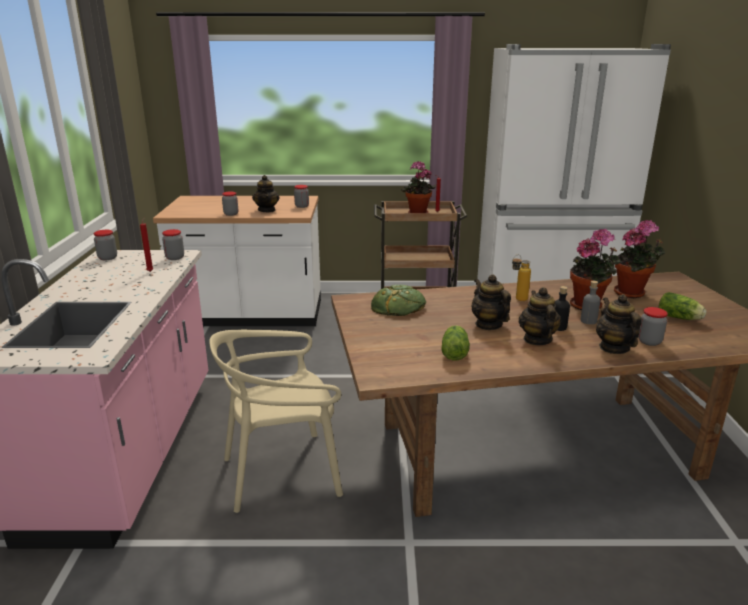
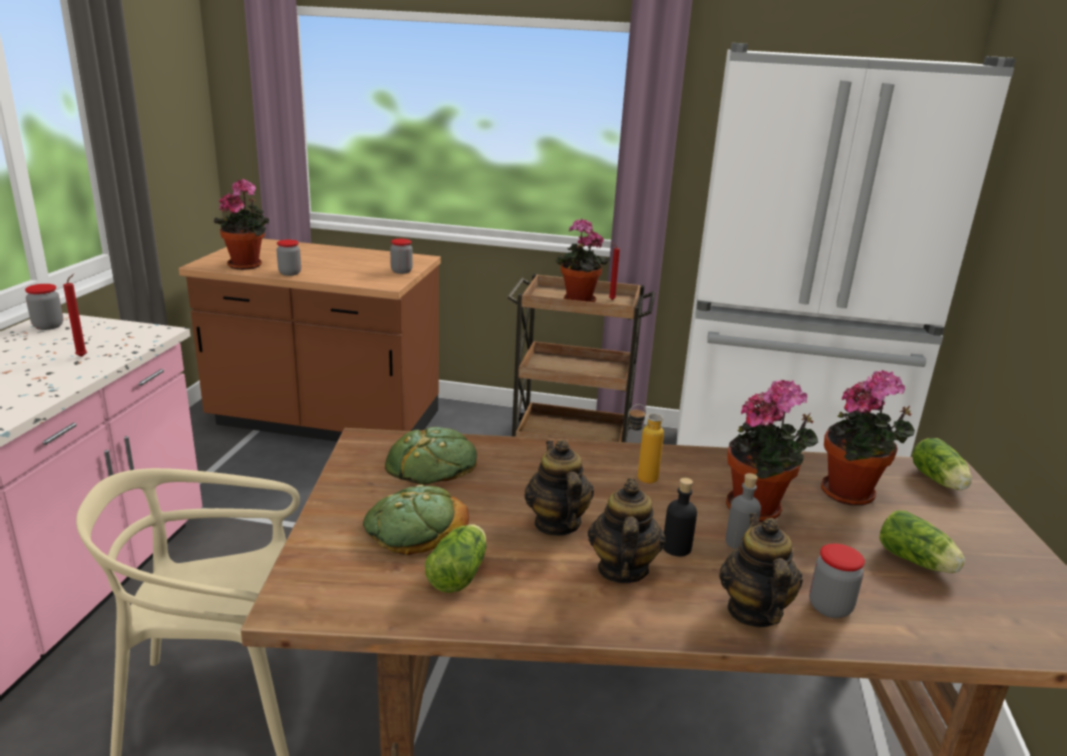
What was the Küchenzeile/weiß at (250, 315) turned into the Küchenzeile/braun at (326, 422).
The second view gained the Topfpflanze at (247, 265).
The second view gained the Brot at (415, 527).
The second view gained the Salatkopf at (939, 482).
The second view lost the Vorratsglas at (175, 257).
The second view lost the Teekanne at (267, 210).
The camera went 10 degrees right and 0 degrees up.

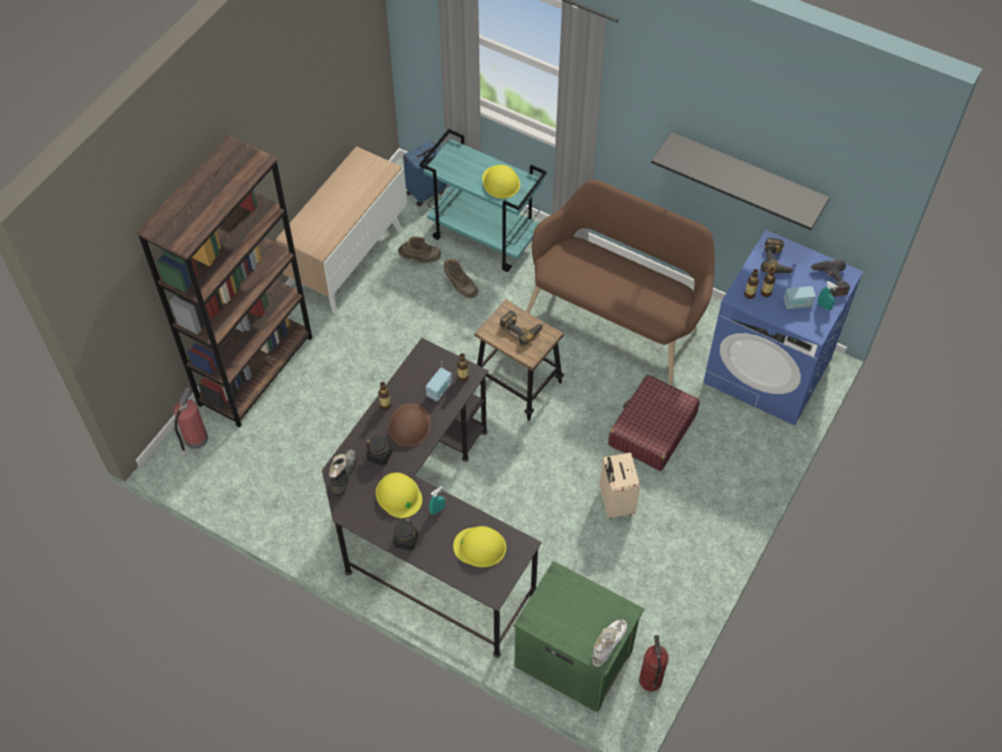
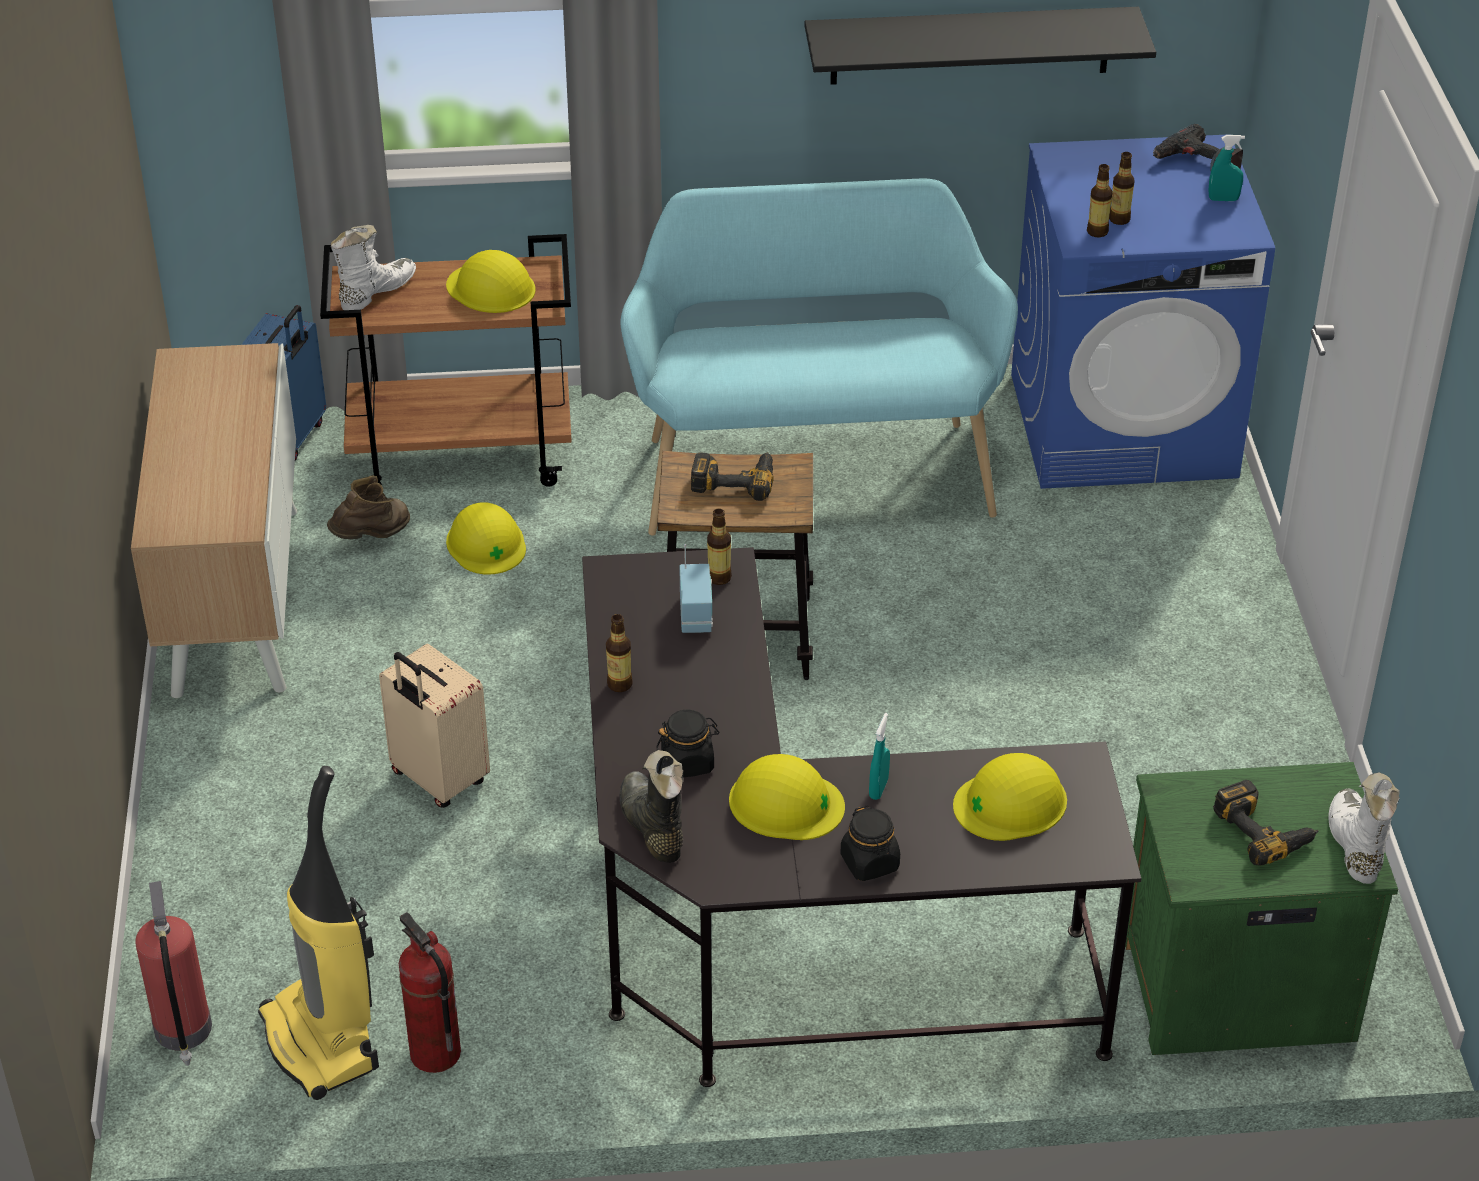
The second view gained the Staubsauger at (323, 1042).
What was the Rollwagen/türkis at (485, 237) turned into the Rollwagen/braun at (463, 453).
The second view gained the Stiefel/weiß at (375, 292).
The Koffer/beige ended up elsewhere, having gone from (615, 502) to (437, 779).
The Feuerlöscher ended up elsewhere, having gone from (650, 680) to (434, 1053).
Where the Stiefel/braun stood at (459, 286), the Schutzhelm/gelb came to stand at (486, 543).
What was the Bank/braun at (617, 320) turned into the Bank/türkis at (813, 468).
The Bohrmaschine ended up elsewhere, having gone from (777, 261) to (1264, 830).
The second view lost the Bücherregal/braun at (256, 370).
The second view lost the Schutzhelm/braun at (409, 425).
The second view lost the Koffer/rot at (652, 430).
The second view lost the Radio at (797, 304).
The camera went 35 degrees left and 15 degrees down.

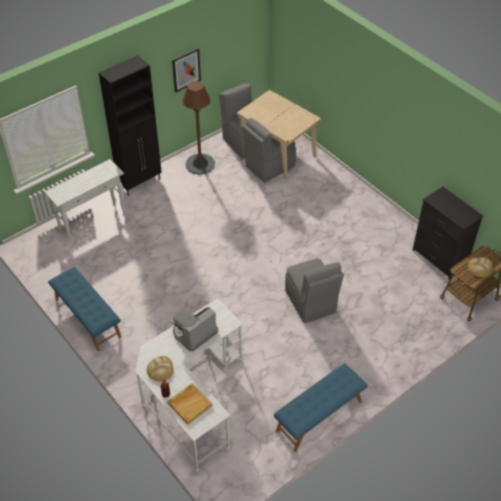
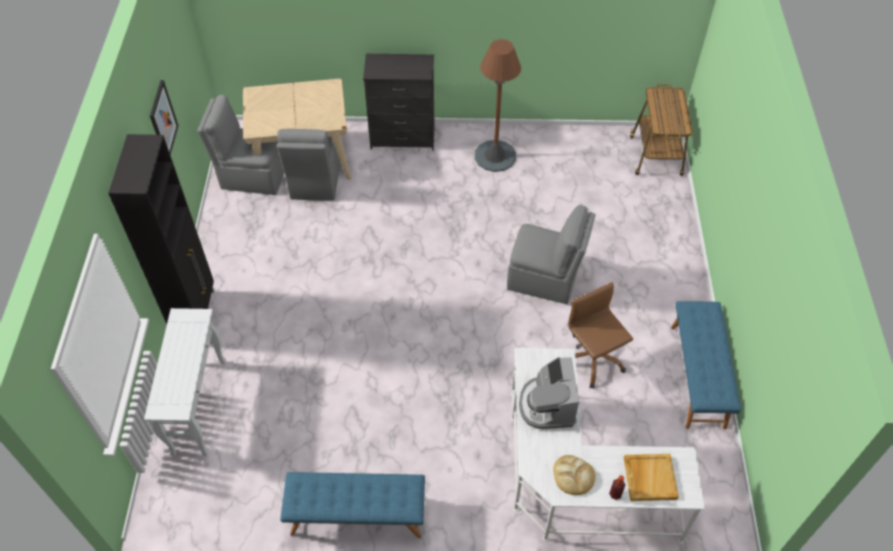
The Kommode/schwarz ended up elsewhere, having gone from (439, 259) to (403, 138).
The Stehlampe/braun ended up elsewhere, having gone from (200, 164) to (495, 156).
The second view gained the Bürostuhl/braun at (592, 359).
The second view lost the Brot at (480, 267).
The camera went 50 degrees left and 5 degrees up.

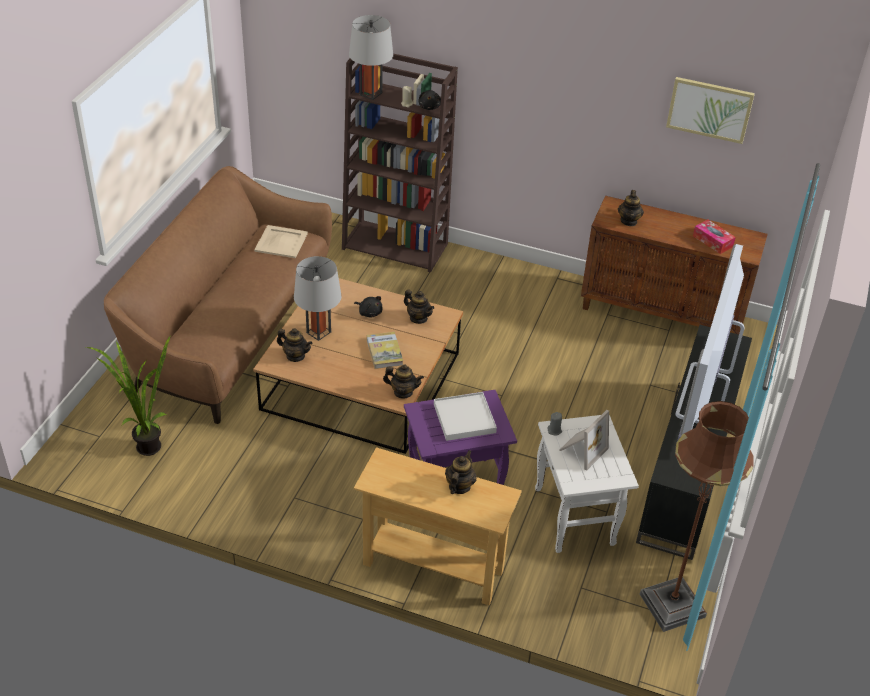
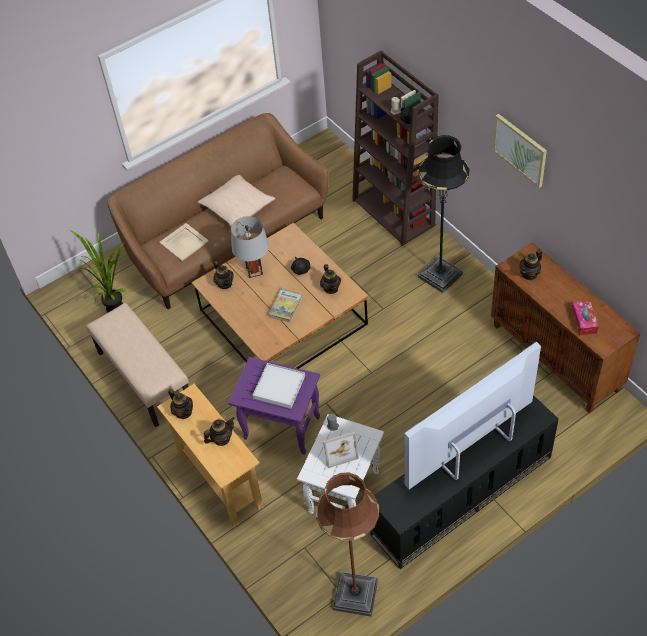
The second view gained the Bank/beige at (144, 378).
The Tablett/beige ended up elsewhere, having gone from (280, 242) to (183, 242).
The Teekanne ended up elsewhere, having gone from (403, 392) to (183, 412).
The second view gained the Kissen/beige at (237, 207).
The second view gained the Stehlampe/schwarz at (440, 275).
The Bild ended up elsewhere, having gone from (709, 109) to (520, 149).
The second view lost the Tischlampe/grau at (371, 94).
The camera went 40 degrees right and 10 degrees up.

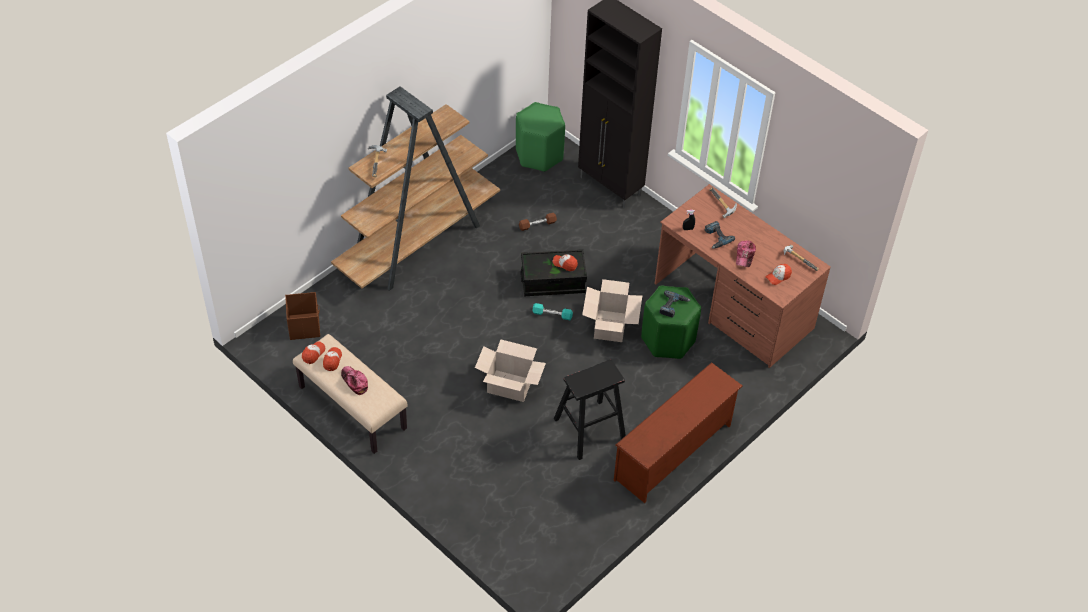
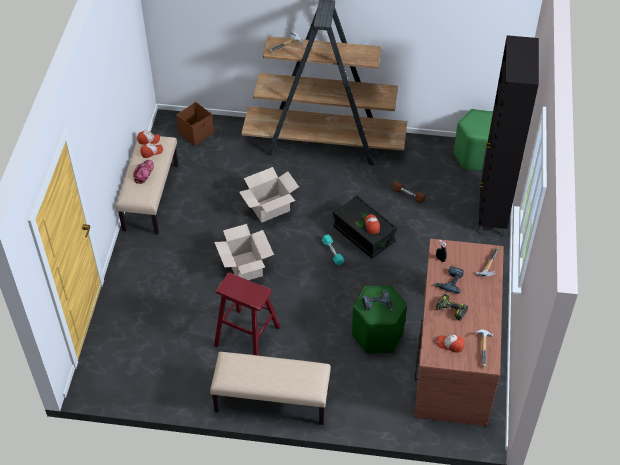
Where the Schuhregal/braun stood at (674, 453), the Bank/beige came to stand at (271, 401).
What was the Hocker/schwarz at (589, 429) turned into the Hocker/rot at (247, 336).
The Karton ended up elsewhere, having gone from (609, 326) to (270, 208).
Where the Kappe stood at (745, 255), the Bohrmaschine came to stand at (450, 310).
The camera went 55 degrees right and 0 degrees up.

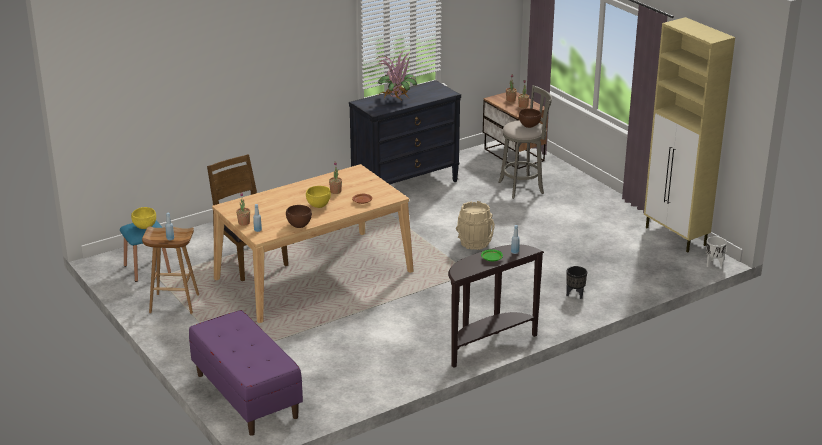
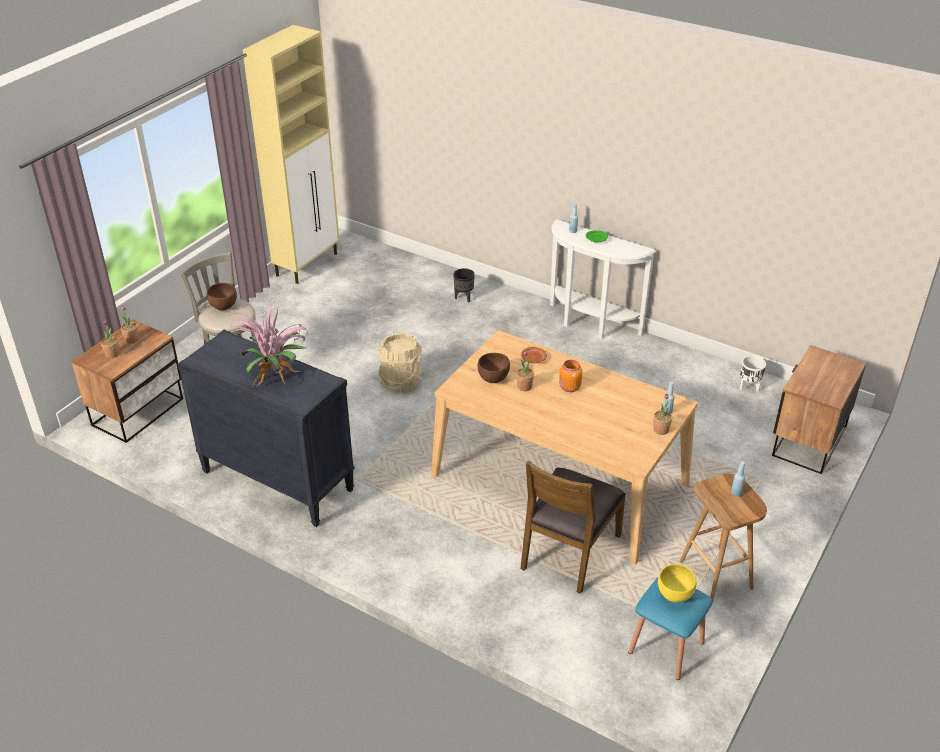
The Schüssel/braun ended up elsewhere, having gone from (299, 225) to (493, 378).
What was the Konsolentisch/braun at (487, 345) turned into the Konsolentisch/weiß at (590, 325).
Where the Schüssel/gelb stood at (318, 205), the Vorratsglas/orange came to stand at (569, 388).
The Pflanzkübel/weiß ended up elsewhere, having gone from (713, 264) to (748, 387).
Where the Bank/lila stood at (246, 396), the Nachttisch came to stand at (807, 441).
The camera went 115 degrees left and 10 degrees up.

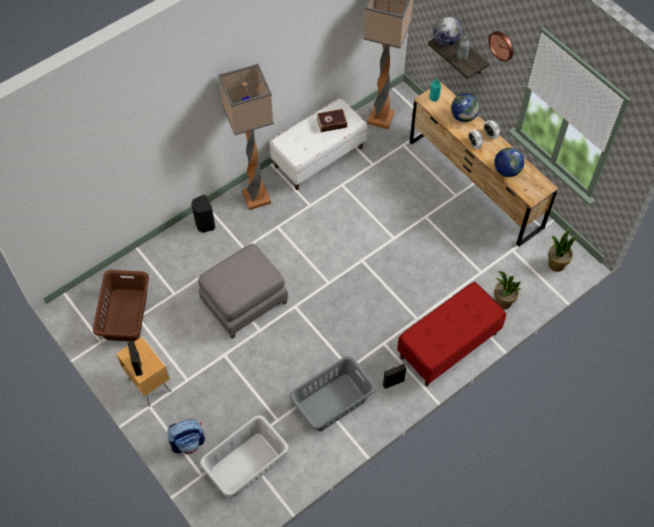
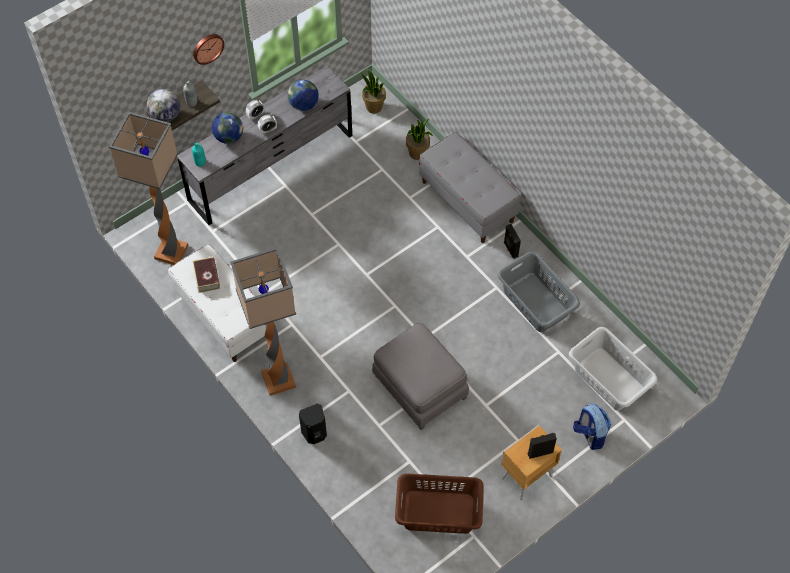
What was the Kommode/braun at (474, 184) turned into the Kommode/grau at (271, 168).
What was the Bank/rot at (448, 345) turned into the Bank/grau at (468, 201).
The camera went 90 degrees left and 0 degrees up.

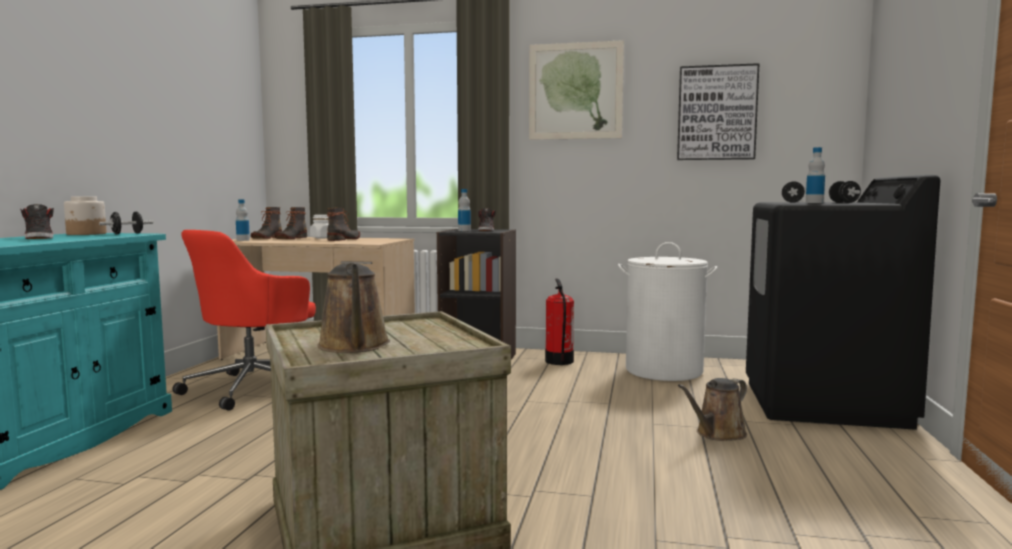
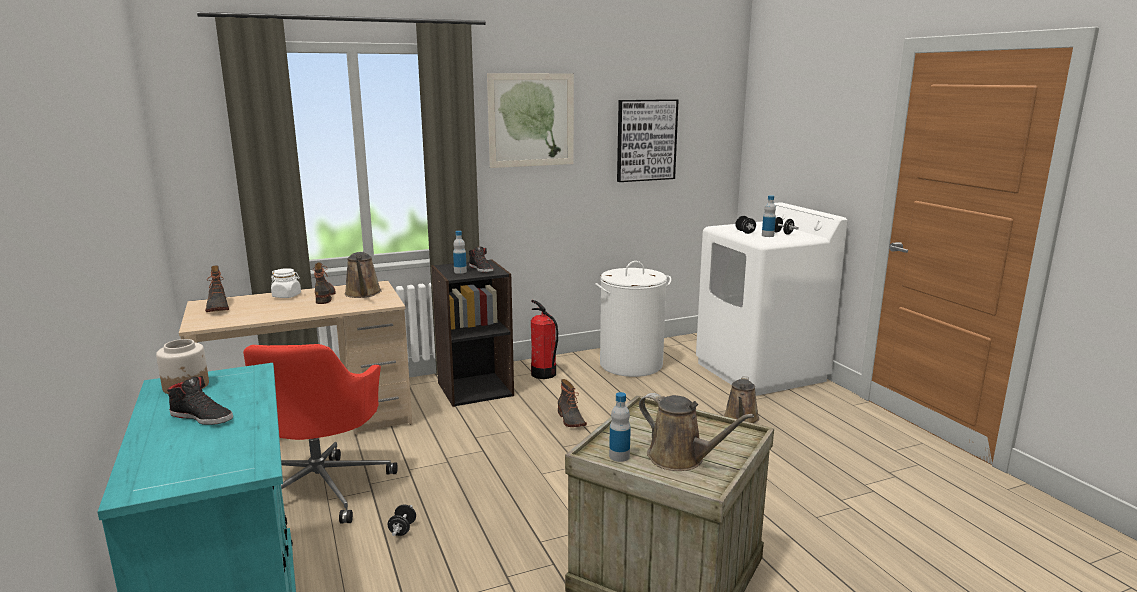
The second view gained the Gießkanne/braun at (363, 294).
The Hantel/schwarz ended up elsewhere, having gone from (127, 234) to (402, 529).
The Stiefel ended up elsewhere, having gone from (291, 238) to (570, 419).
The Flasche ended up elsewhere, having gone from (243, 240) to (619, 456).
What was the Waschmaschine/schwarz at (824, 403) turned into the Waschmaschine/weiß at (761, 372).
The camera went 35 degrees left and 10 degrees up.

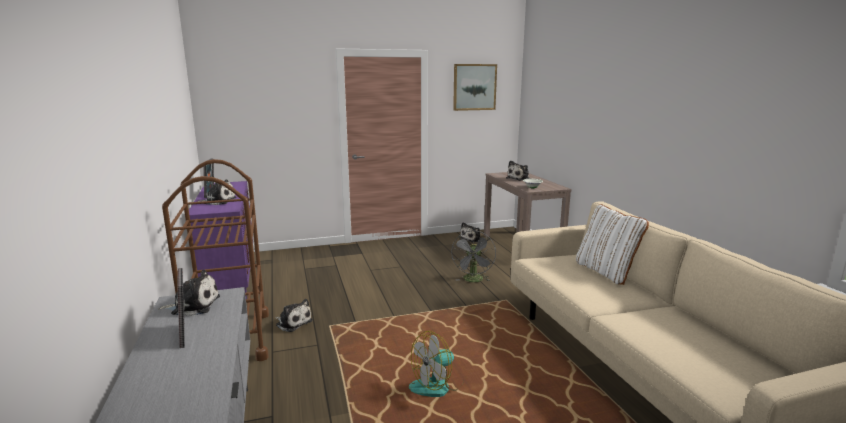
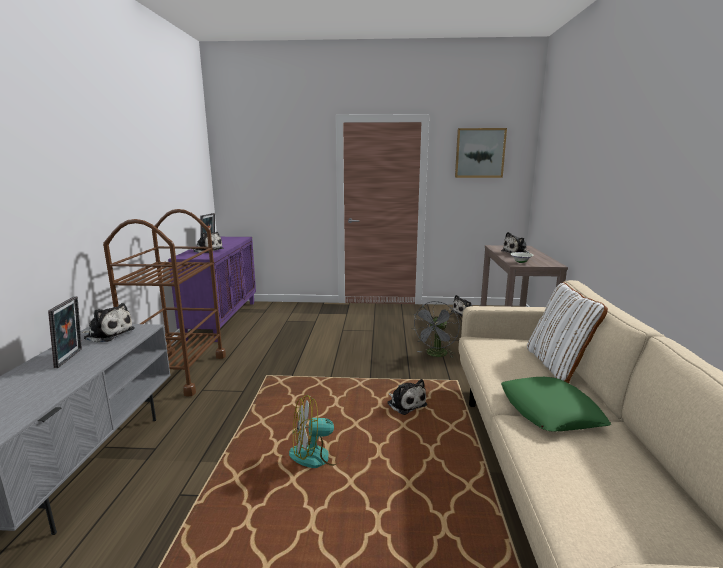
The Plüschtier ended up elsewhere, having gone from (293, 323) to (405, 403).
The second view gained the Kissen/grün at (550, 411).
The camera went 20 degrees right and 0 degrees up.

